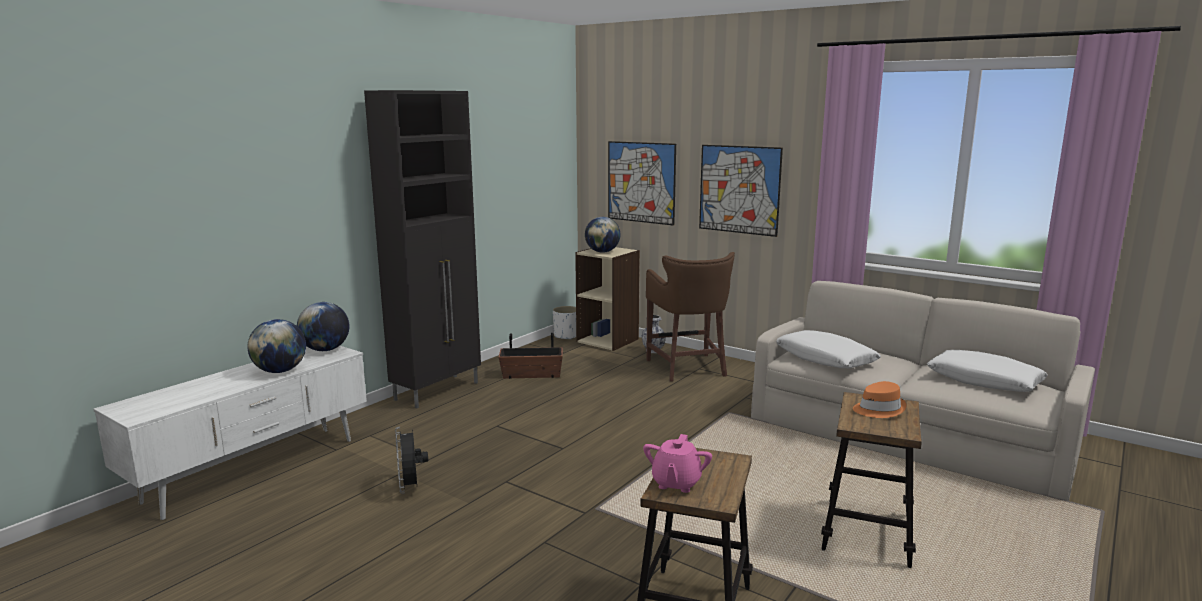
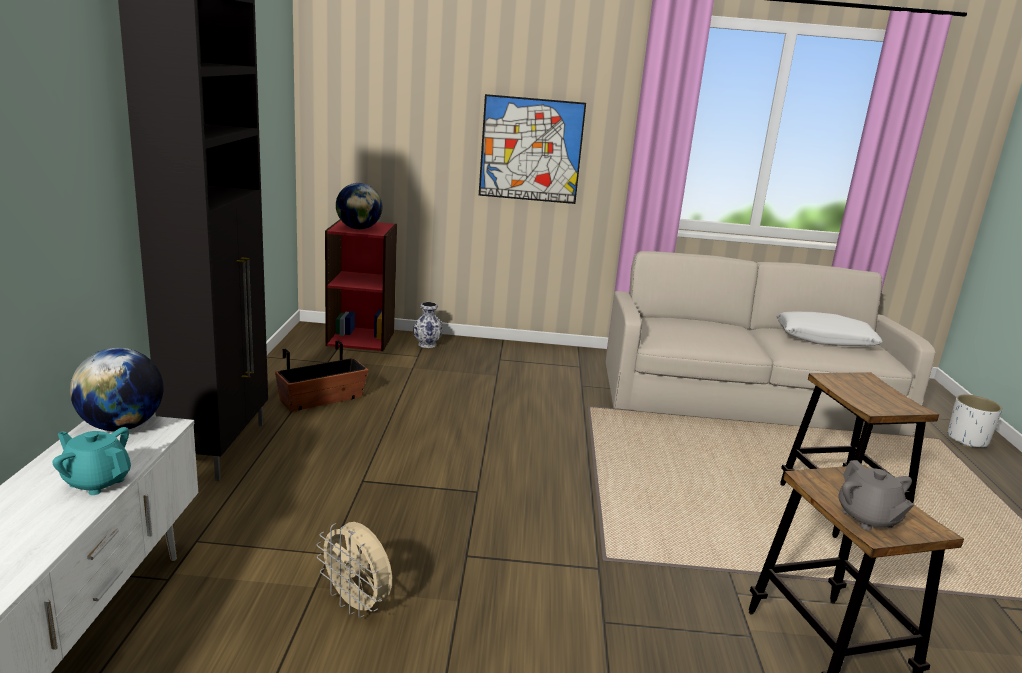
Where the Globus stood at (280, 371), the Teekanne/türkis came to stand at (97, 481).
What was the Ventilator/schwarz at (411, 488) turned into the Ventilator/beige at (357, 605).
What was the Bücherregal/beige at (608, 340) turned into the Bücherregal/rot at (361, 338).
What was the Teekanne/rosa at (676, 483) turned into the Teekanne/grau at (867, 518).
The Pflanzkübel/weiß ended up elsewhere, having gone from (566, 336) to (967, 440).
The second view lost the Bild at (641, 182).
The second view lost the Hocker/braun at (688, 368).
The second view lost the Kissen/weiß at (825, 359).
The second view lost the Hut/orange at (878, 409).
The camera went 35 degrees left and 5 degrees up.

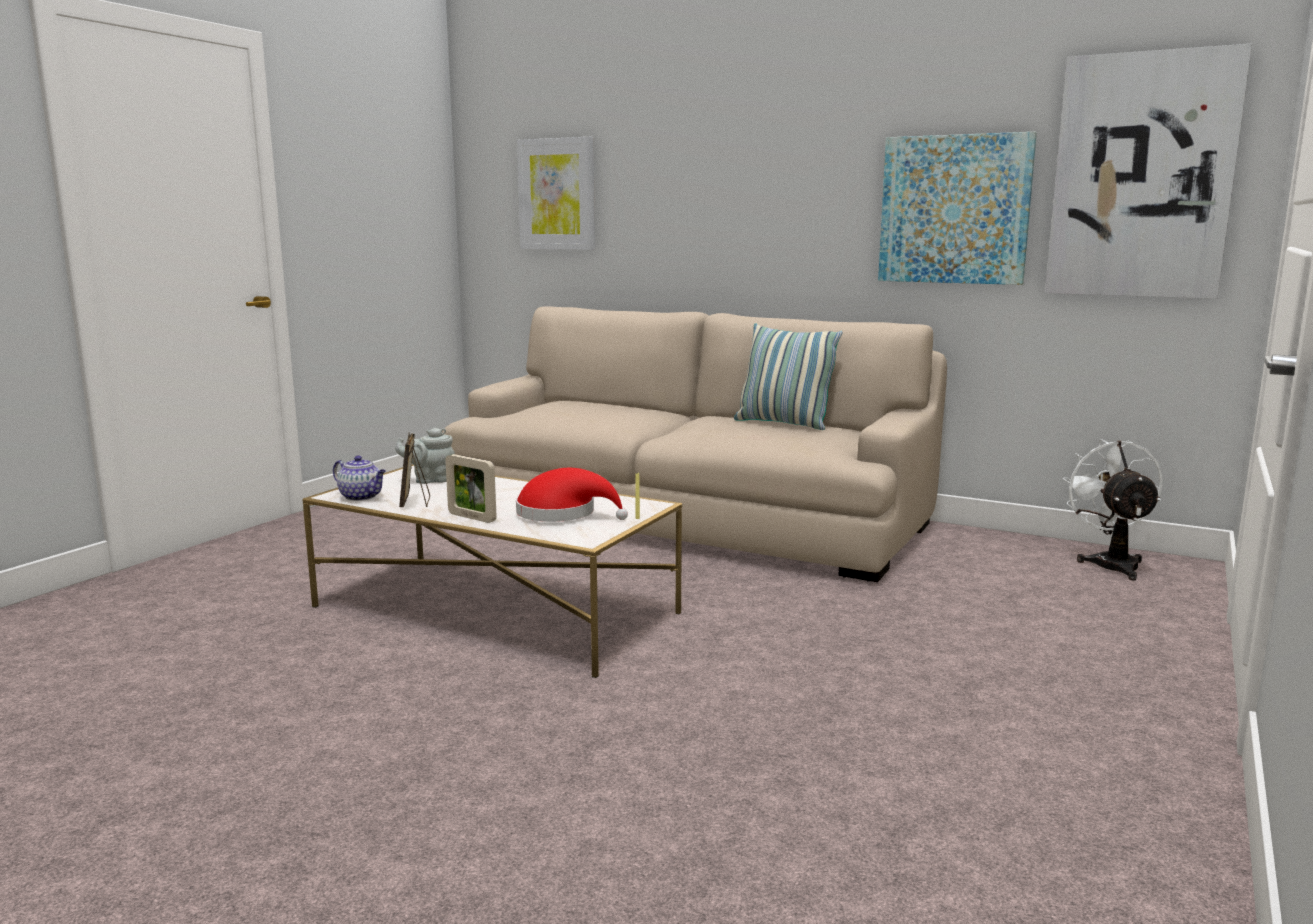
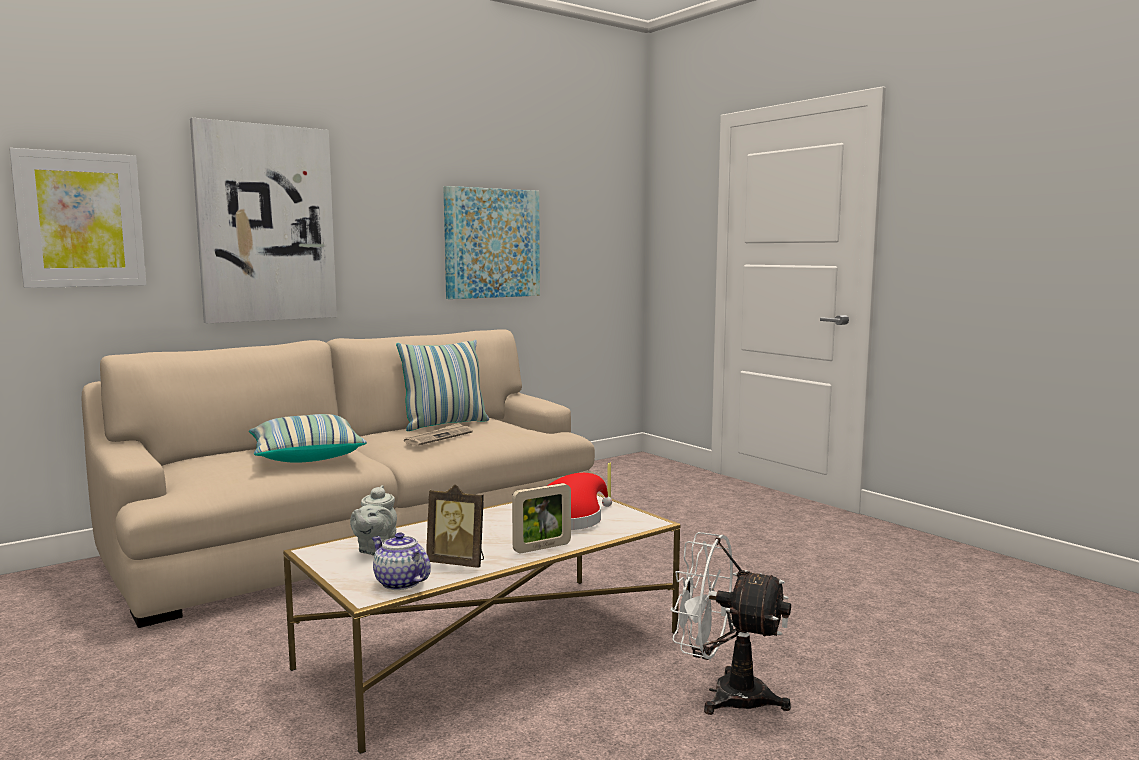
The Bild ended up elsewhere, having gone from (1142, 177) to (266, 224).
The second view gained the Kissen at (305, 456).
The Teekanne at (362, 497) ended up facing another way, 105 degrees counterclockwise from before.
The second view gained the Zeitung at (438, 437).
The Ventilator/weiß ended up elsewhere, having gone from (1111, 563) to (725, 694).
The camera went 65 degrees left and 5 degrees down.

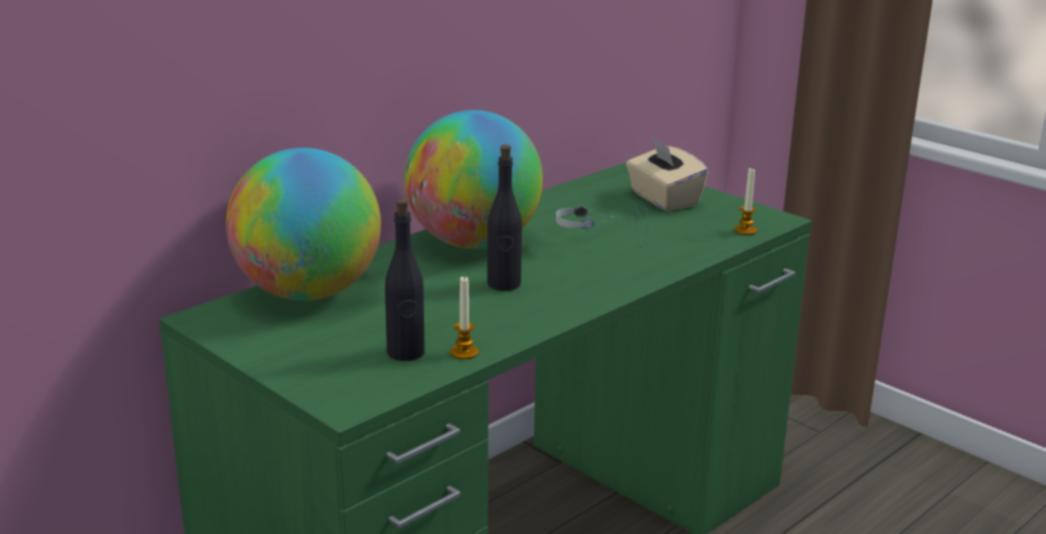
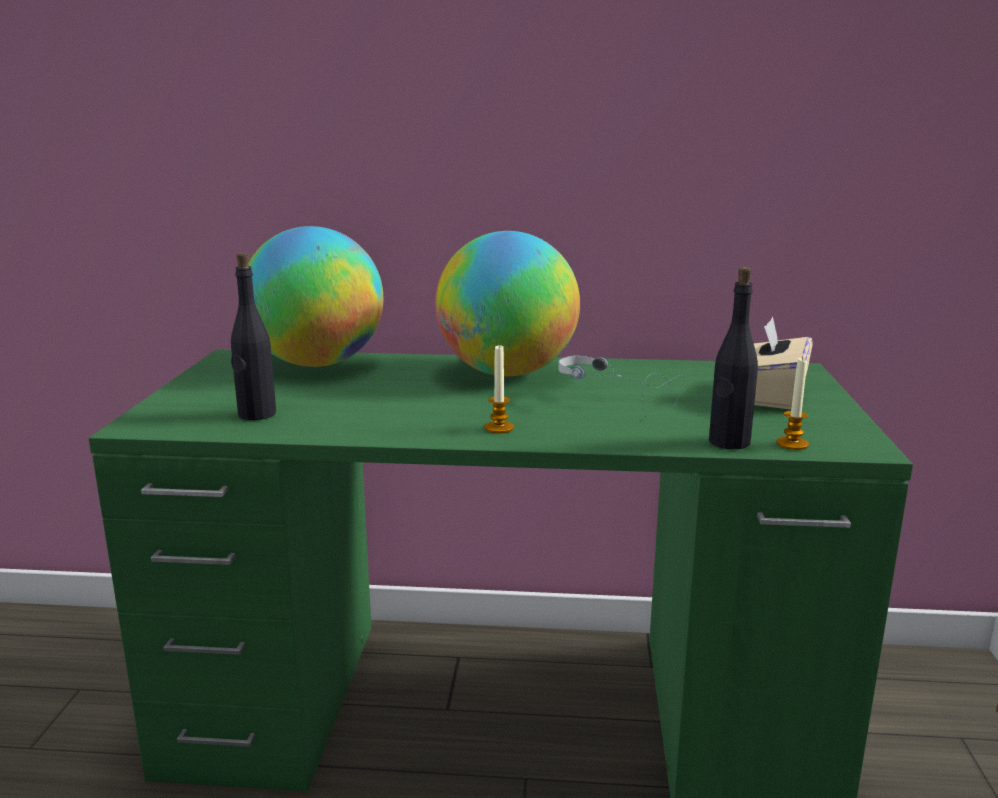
The Kerze ended up elsewhere, having gone from (464, 352) to (499, 428).
The Flasche/schwarz ended up elsewhere, having gone from (504, 284) to (728, 442).
The camera went 50 degrees right and 5 degrees down.

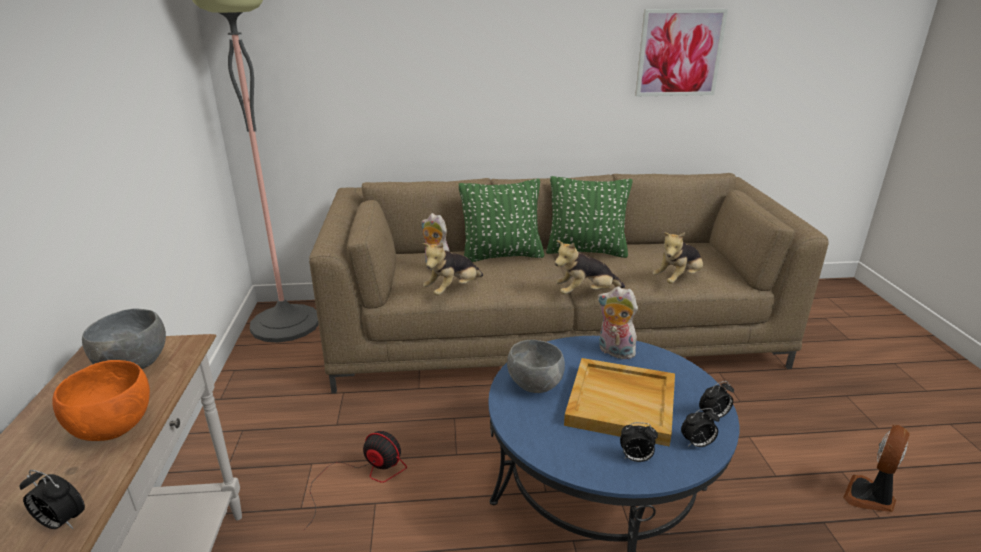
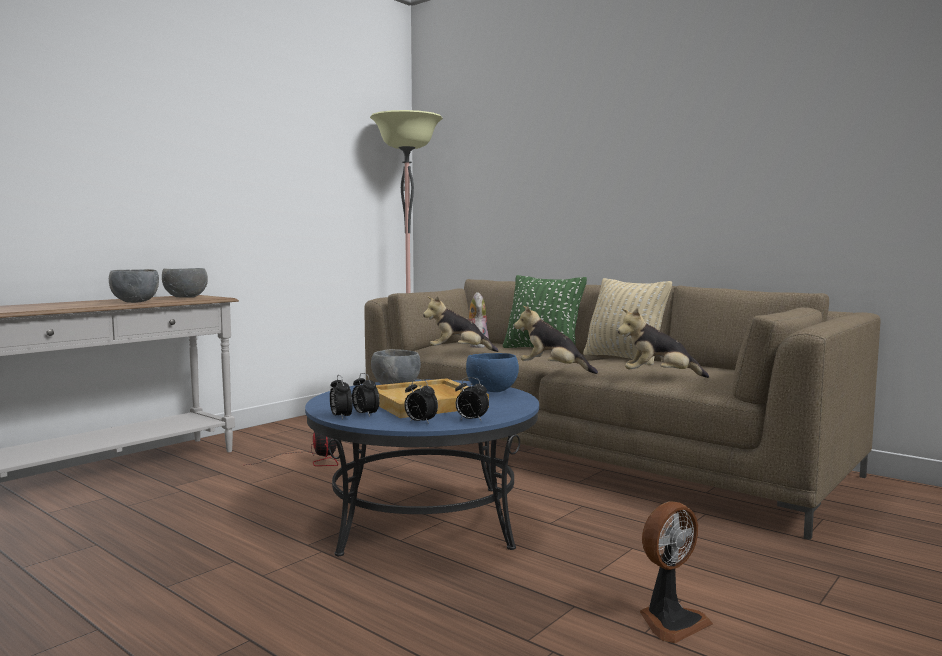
What was the Schüssel/orange at (113, 428) turned into the Schüssel/grau at (134, 302).
The Wecker ended up elsewhere, having gone from (61, 522) to (340, 417).
Where the Plüschtier stood at (614, 352), the Schüssel/blau came to stand at (492, 391).
What was the Kissen/grün at (586, 251) turned into the Kissen/beige at (624, 359).
The Ventilator at (870, 497) ended up facing another way, 150 degrees clockwise from before.
The second view lost the Bild at (679, 53).
The camera went 45 degrees right and 20 degrees down.

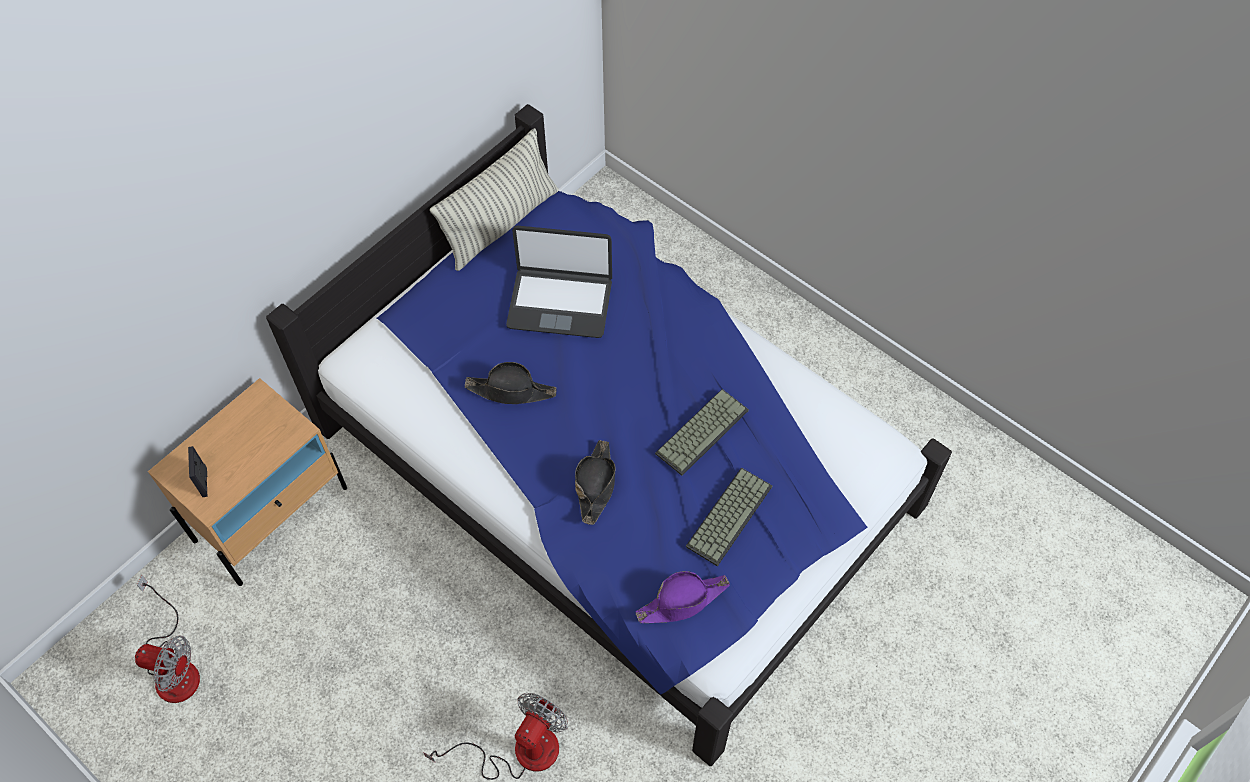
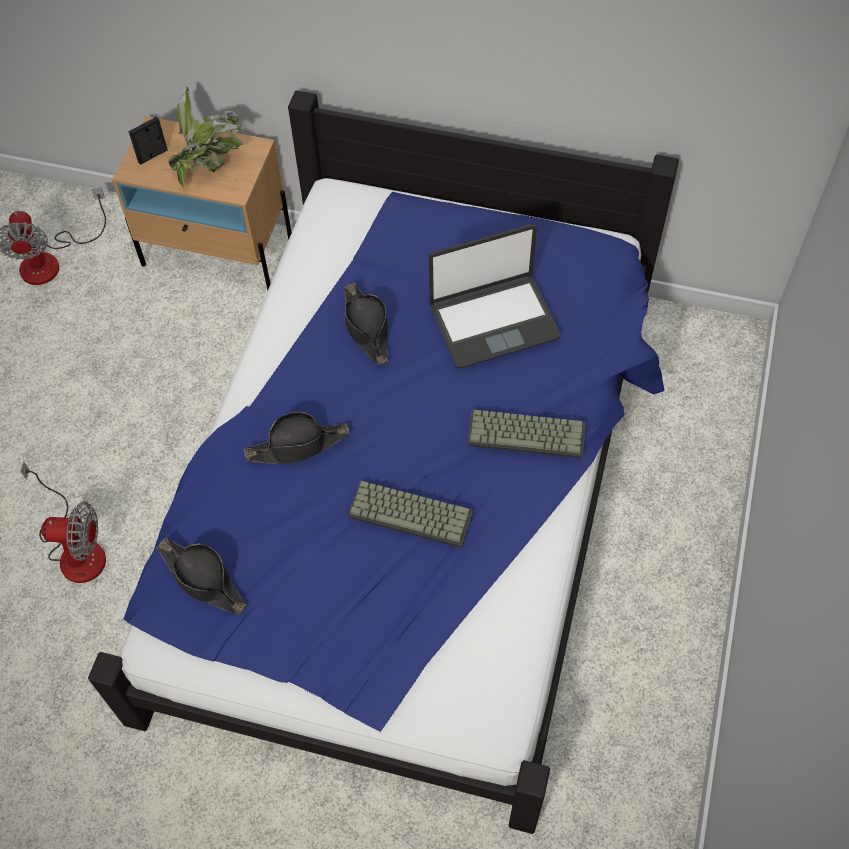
What was the Hut/lila at (683, 601) turned into the Hut/schwarz at (203, 579).
The second view gained the Topfpflanze at (210, 163).
The Laptop at (560, 302) ended up facing another way, 90 degrees counterclockwise from before.
The Tastatur ended up elsewhere, having gone from (728, 514) to (527, 433).
The second view lost the Kissen at (501, 224).
The camera went 65 degrees right and 0 degrees up.

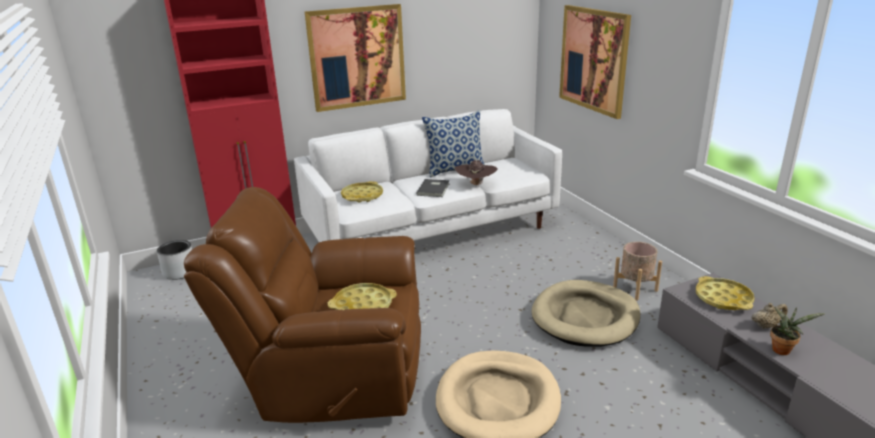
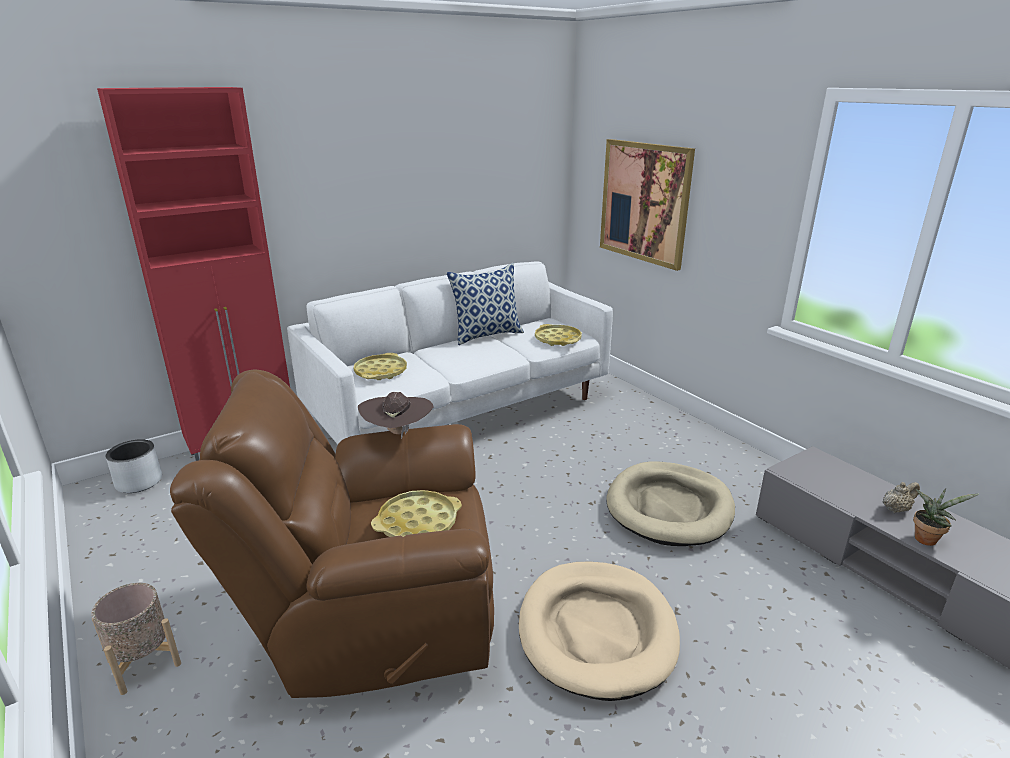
The Pflanzkübel/beige ended up elsewhere, having gone from (635, 289) to (144, 662).
The Hut/braun ended up elsewhere, having gone from (476, 185) to (398, 433).
The Tablett/gelb ended up elsewhere, having gone from (723, 298) to (558, 339).
The second view lost the Bild at (357, 57).
The second view lost the Buch/grau at (434, 189).
The camera went 10 degrees left and 0 degrees up.

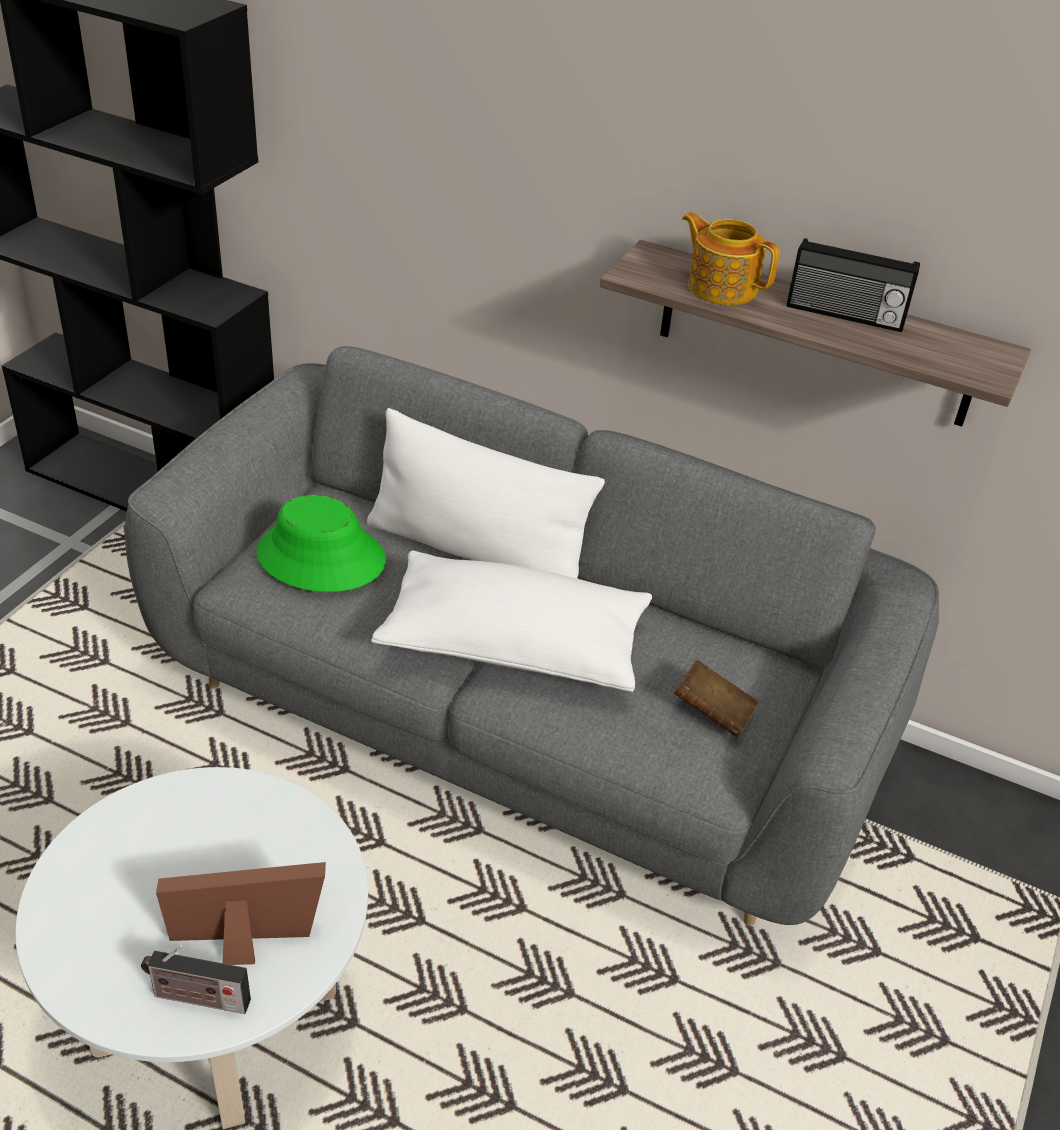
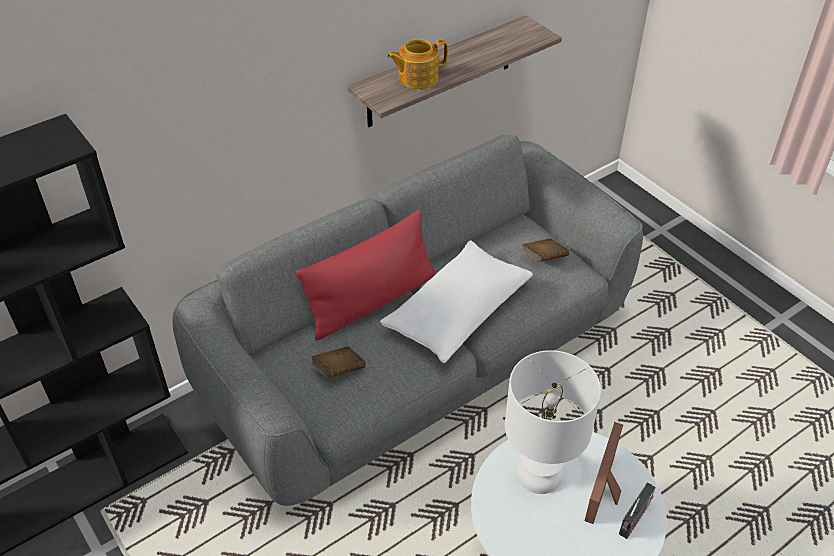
What was the Kissen/weiß at (477, 552) turned into the Kissen/rot at (372, 301).
Where the Hut/grün stood at (320, 557), the Buch/braun came to stand at (339, 370).
The second view gained the Tischlampe/weiß at (540, 474).
The second view lost the Radio at (844, 315).
The camera went 60 degrees left and 5 degrees up.

